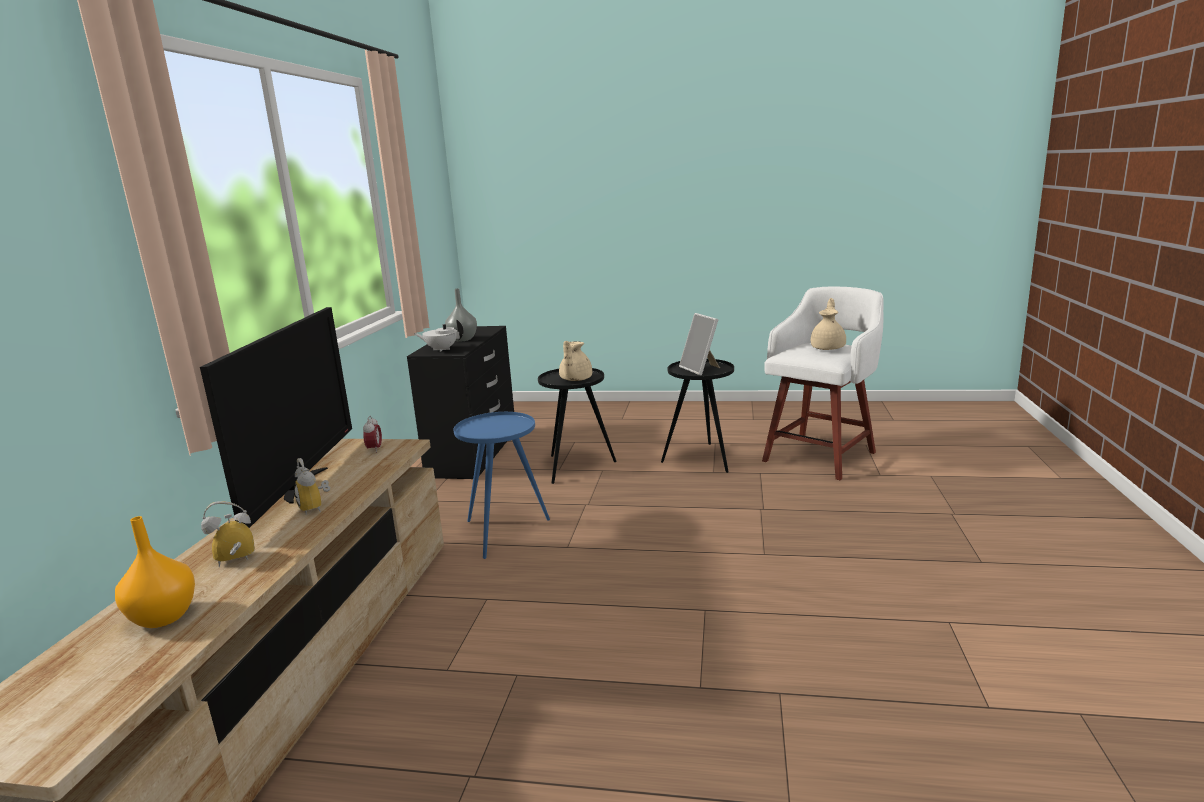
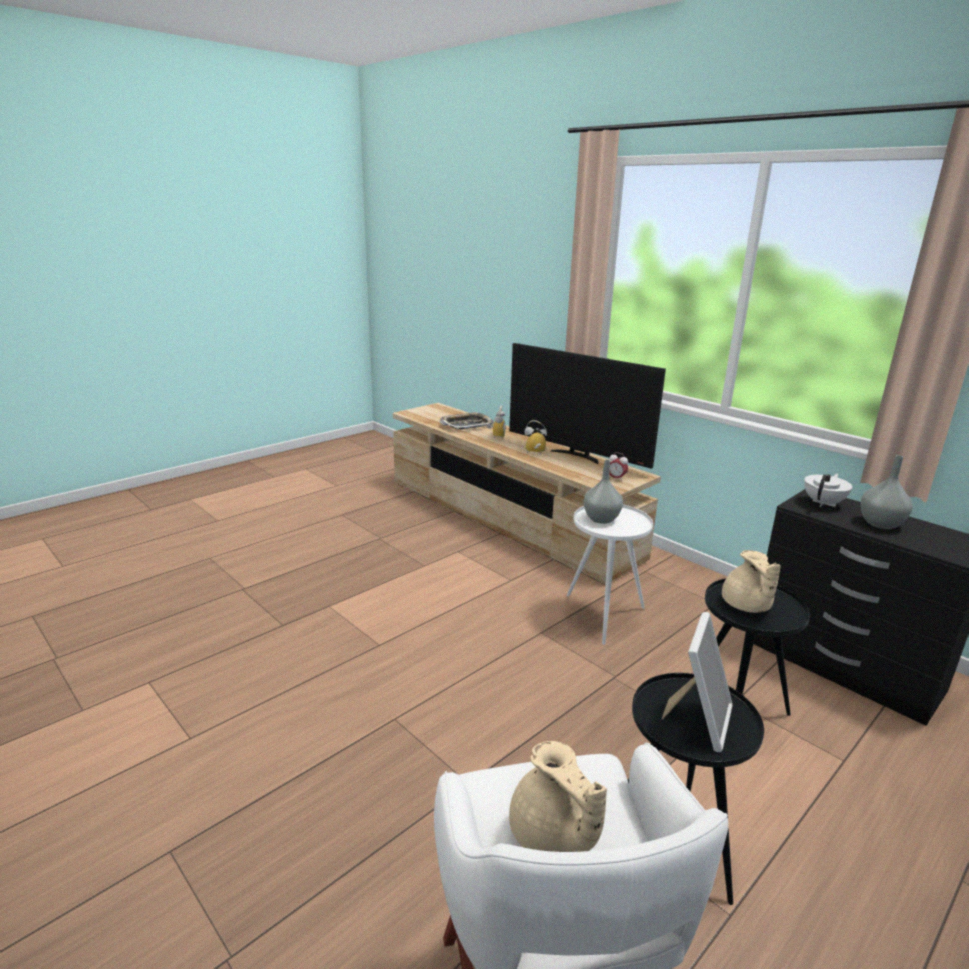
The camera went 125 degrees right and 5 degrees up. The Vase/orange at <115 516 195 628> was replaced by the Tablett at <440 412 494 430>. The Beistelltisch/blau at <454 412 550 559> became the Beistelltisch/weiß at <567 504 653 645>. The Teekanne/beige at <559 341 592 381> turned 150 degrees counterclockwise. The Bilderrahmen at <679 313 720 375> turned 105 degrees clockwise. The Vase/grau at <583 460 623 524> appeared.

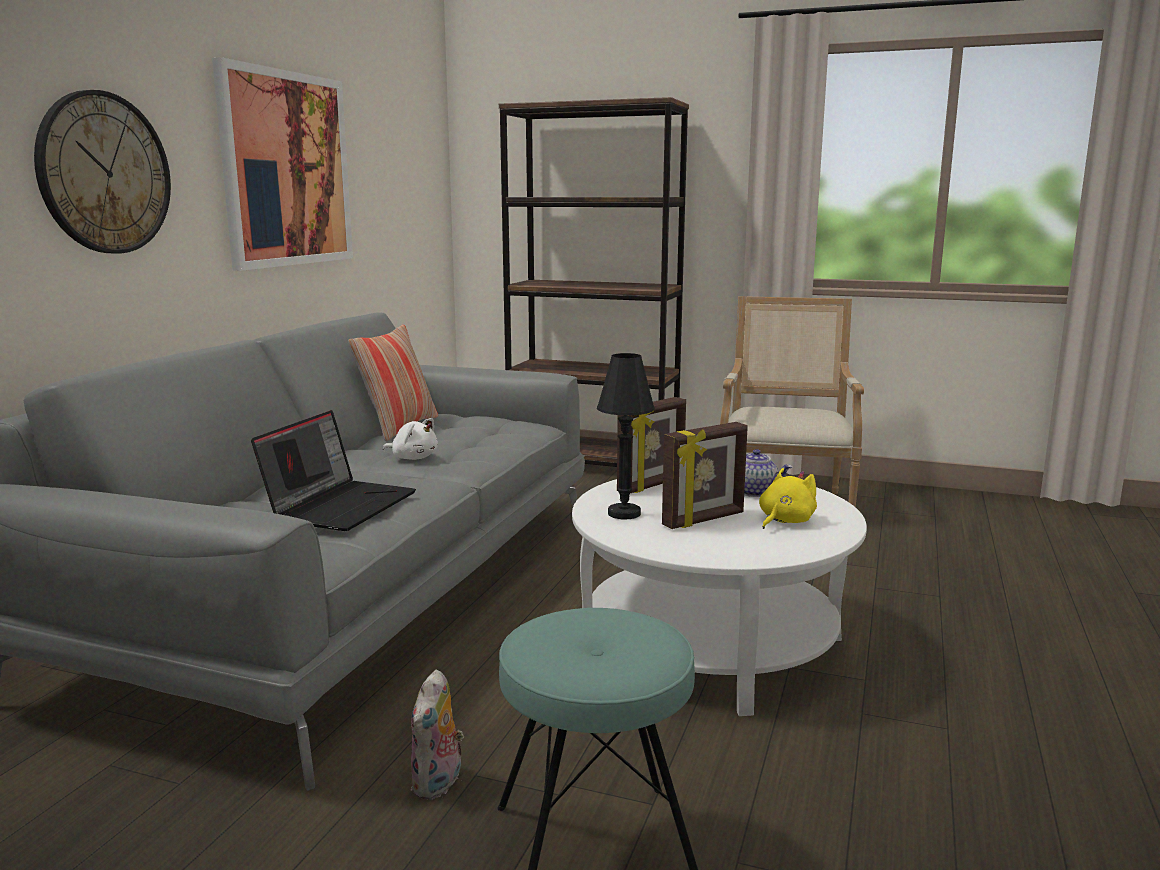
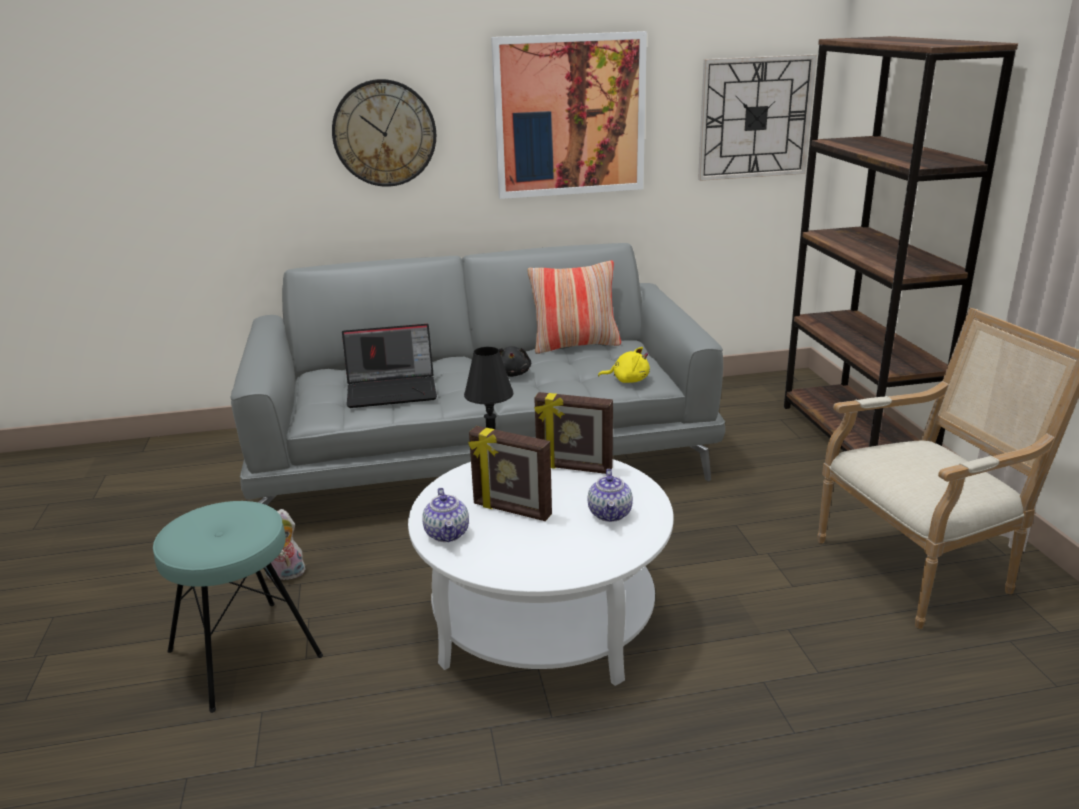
The camera went 60 degrees right and 10 degrees up. The Plüschtier/weiß at <383 418 438 460> became the Plüschtier/schwarz at <499 346 531 377>. The Plüschtier/gelb moved from <759 468 817 529> to <598 347 650 383>. The Teekanne at <422 488 469 542> appeared. The Wanduhr at <698 54 817 181> appeared.

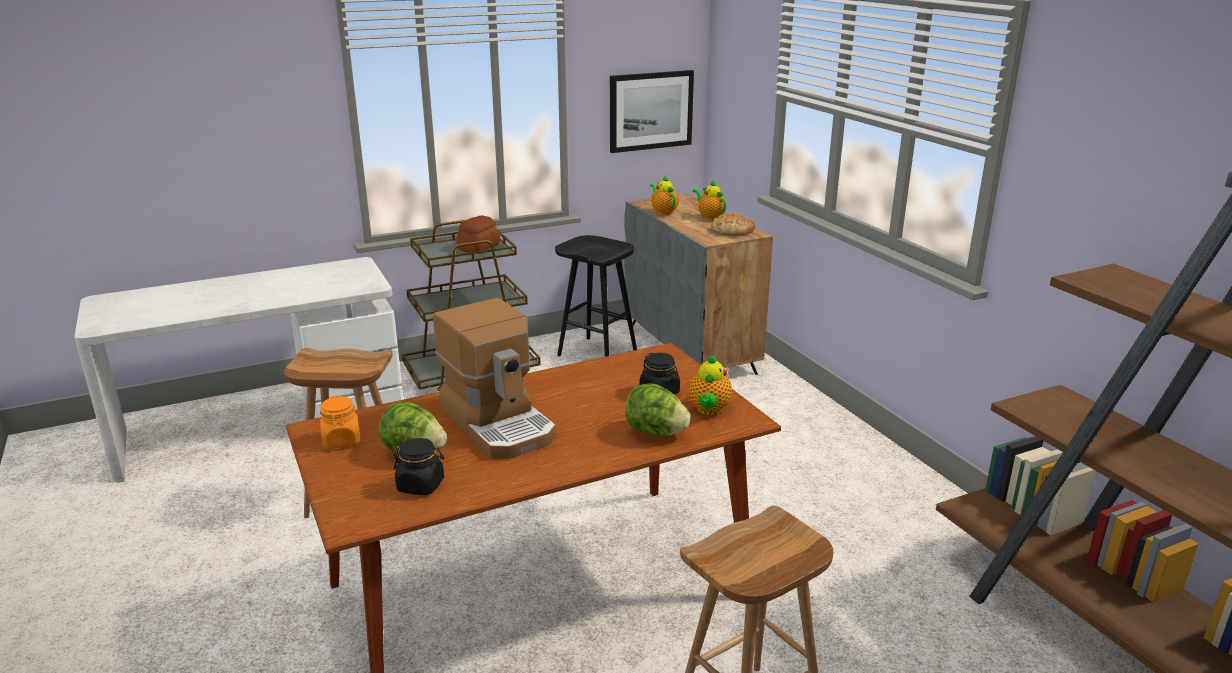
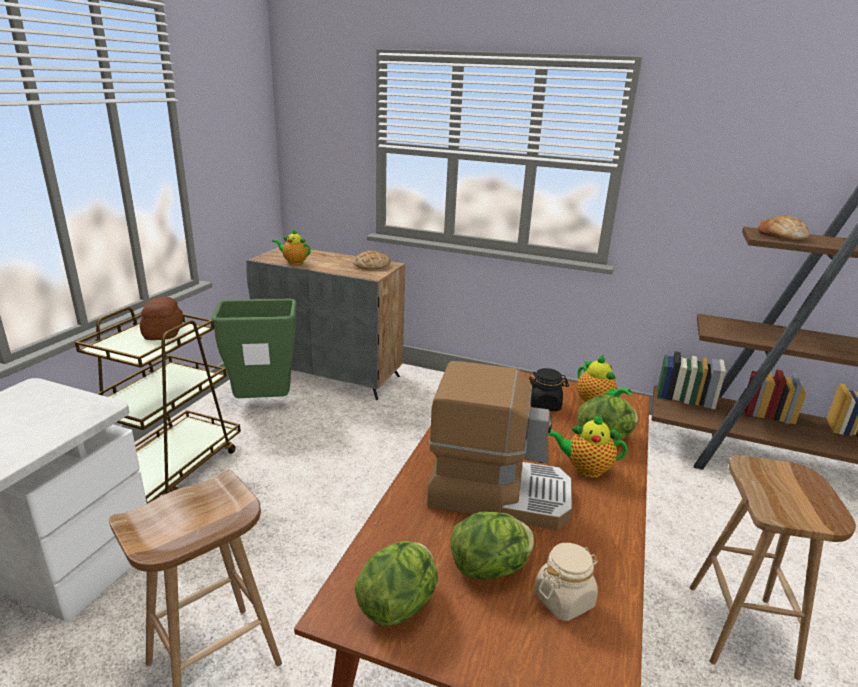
The camera went 45 degrees left and 0 degrees up. The Vorratsglas/orange at <320 395 360 449> was replaced by the Salatkopf at <354 541 438 626>. The Vorratsglas/schwarz at <394 438 444 495> became the Vorratsglas/beige at <535 543 598 621>. The Hocker/schwarz at <555 235 637 357> was replaced by the Mülleimer/grün at <211 299 297 398>. The Bild at <610 70 694 153> disappeared. The Teekanne moved from <693 180 726 220> to <548 413 627 478>. The Brot at <758 215 810 240> appeared.

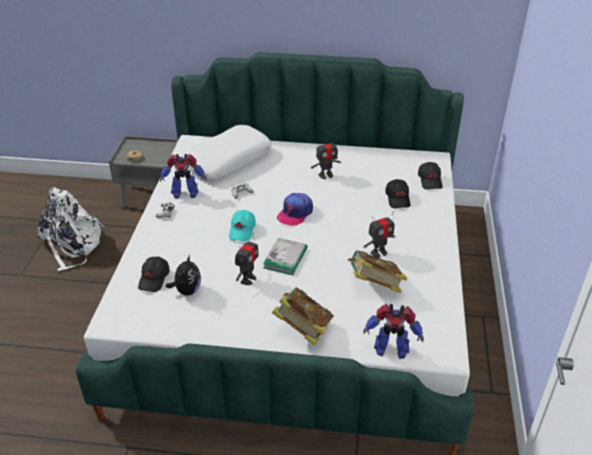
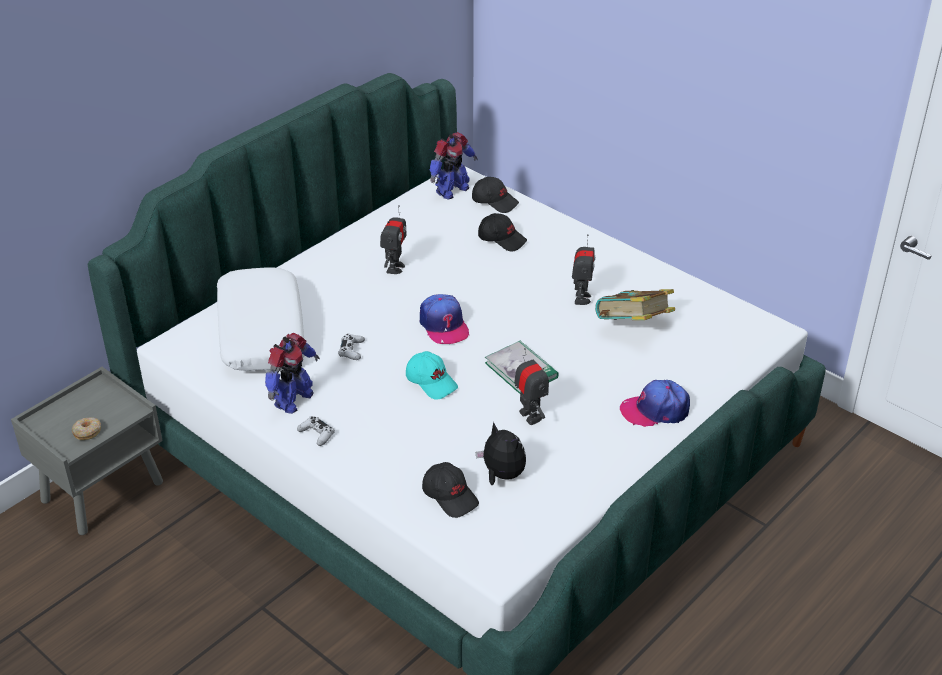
The camera went 55 degrees left and 0 degrees up. The Rucksack/weiß at <38 187 104 271> disappeared. The Buch at <272 287 334 345> was replaced by the Kappe at <620 380 690 427>. The Spielzeugroboter moved from <363 304 424 359> to <430 132 478 200>.

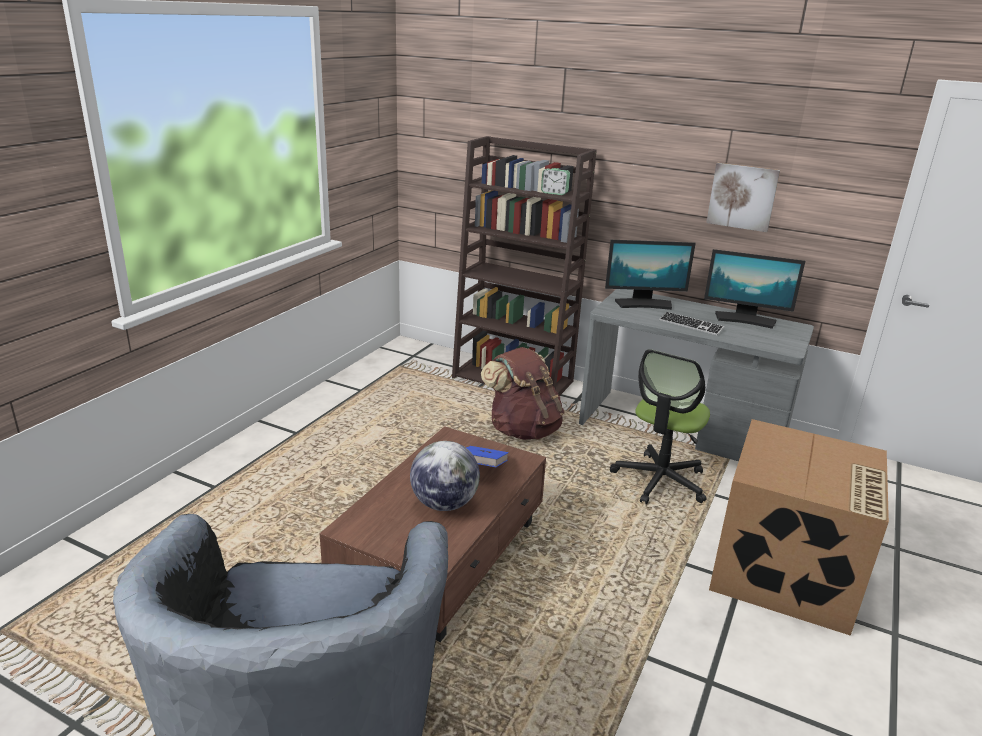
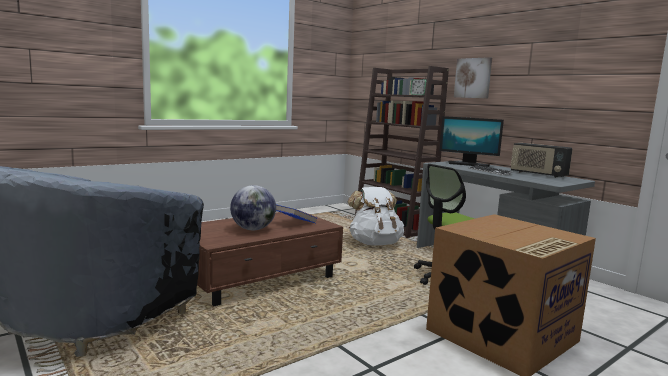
The camera went 25 degrees right and 15 degrees down. The Rucksack/braun at <481 347 564 440> became the Rucksack/weiß at <347 187 404 245>. The Monitor at <704 249 805 329> was replaced by the Radio at <510 143 572 178>. The Bild moved from <706 163 780 232> to <454 57 492 98>.

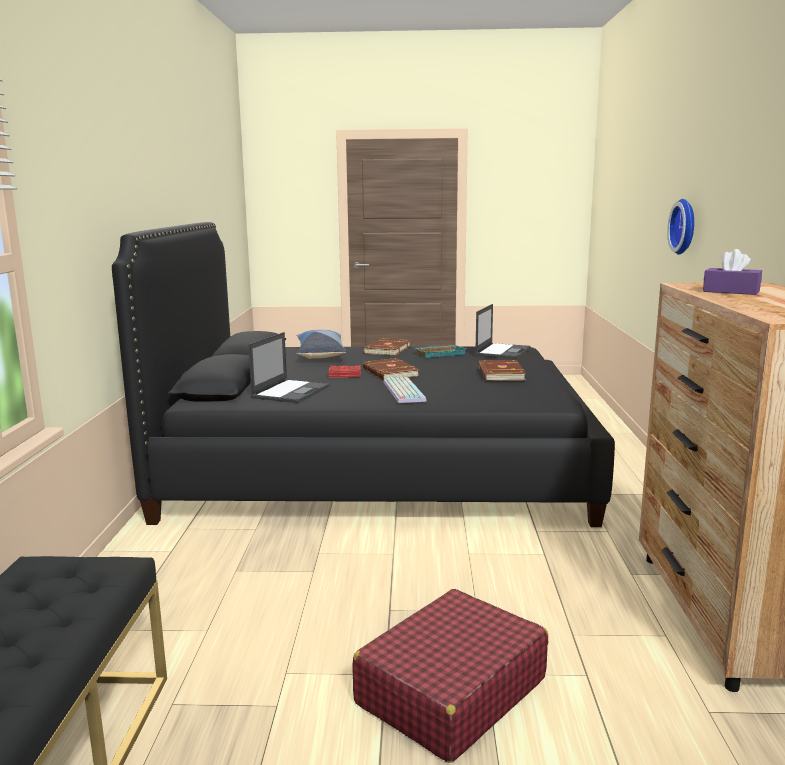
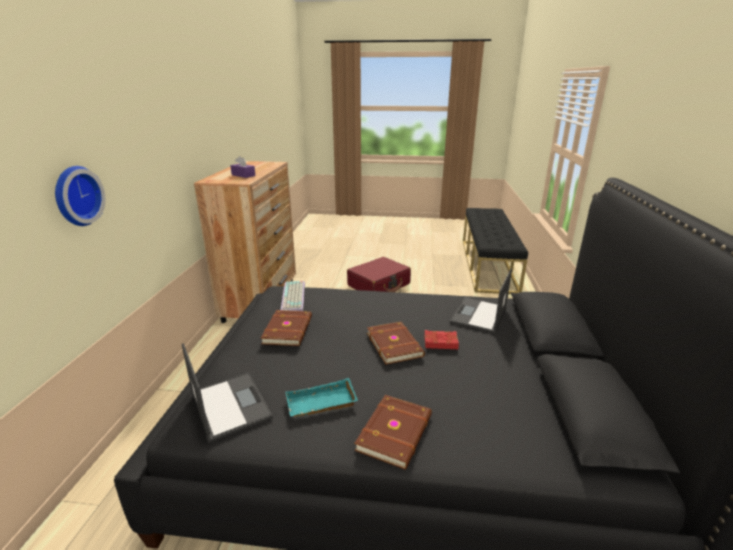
The camera went 175 degrees left and 10 degrees up. The Kissen at <296 330 346 359> disappeared. The Tastatur moved from <383 377 427 403> to <281 281 305 311>. The Laptop at <475 304 531 359> turned 120 degrees clockwise.

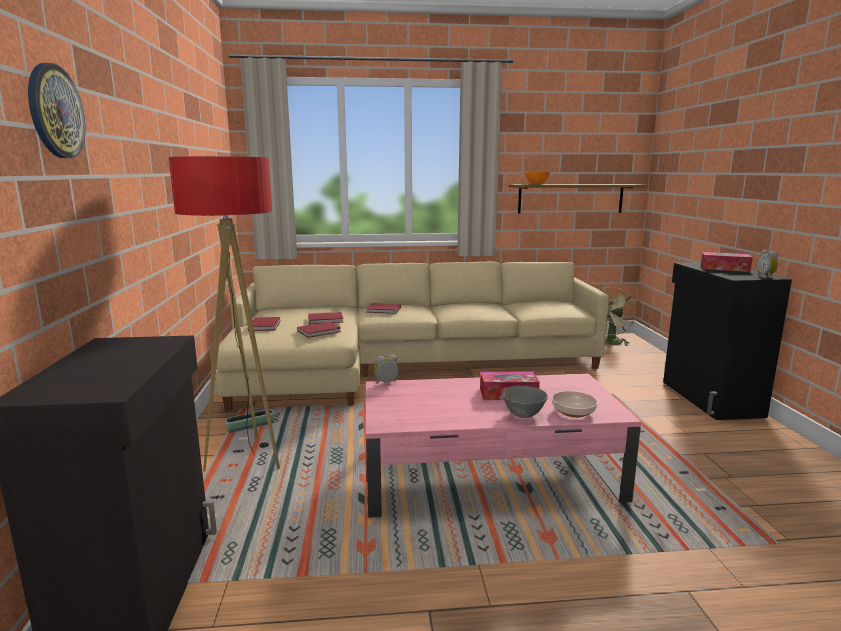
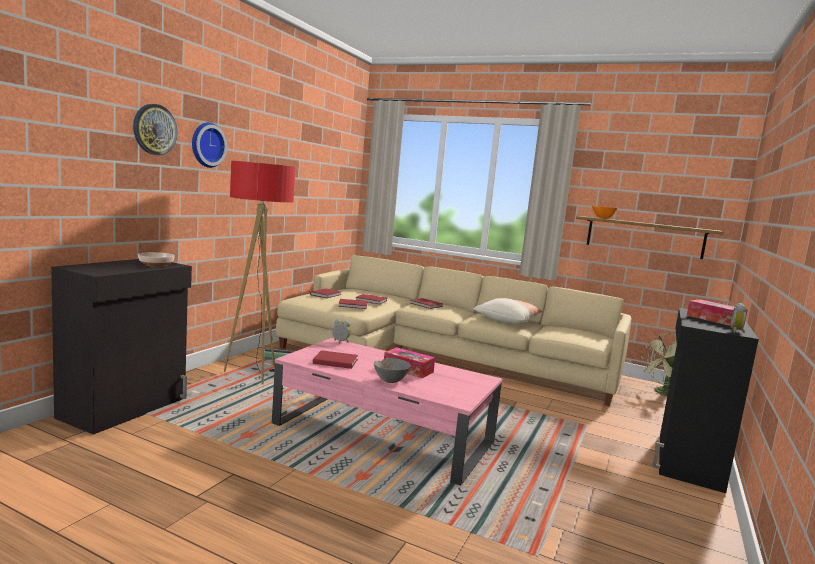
The camera went 30 degrees right and 5 degrees down. The Schüssel moved from <552 391 598 418> to <138 252 175 267>. The Wanduhr at <192 122 227 168> appeared. The Buch/rot at <313 350 358 369> appeared. The Kissen at <473 298 544 324> appeared.

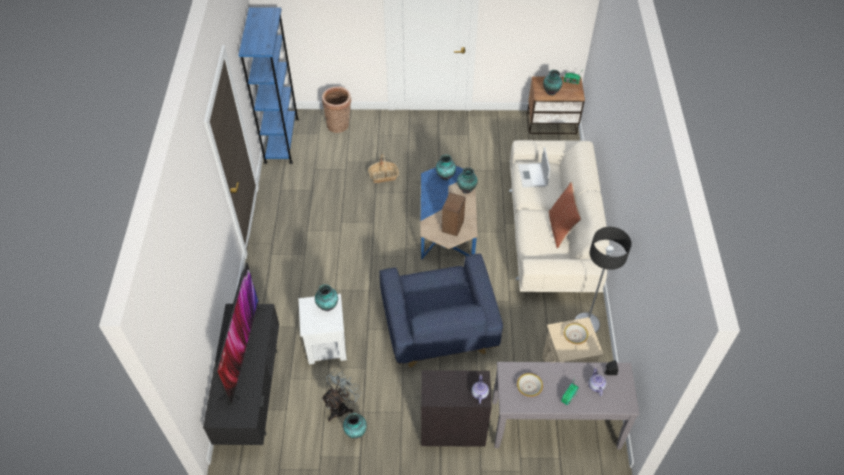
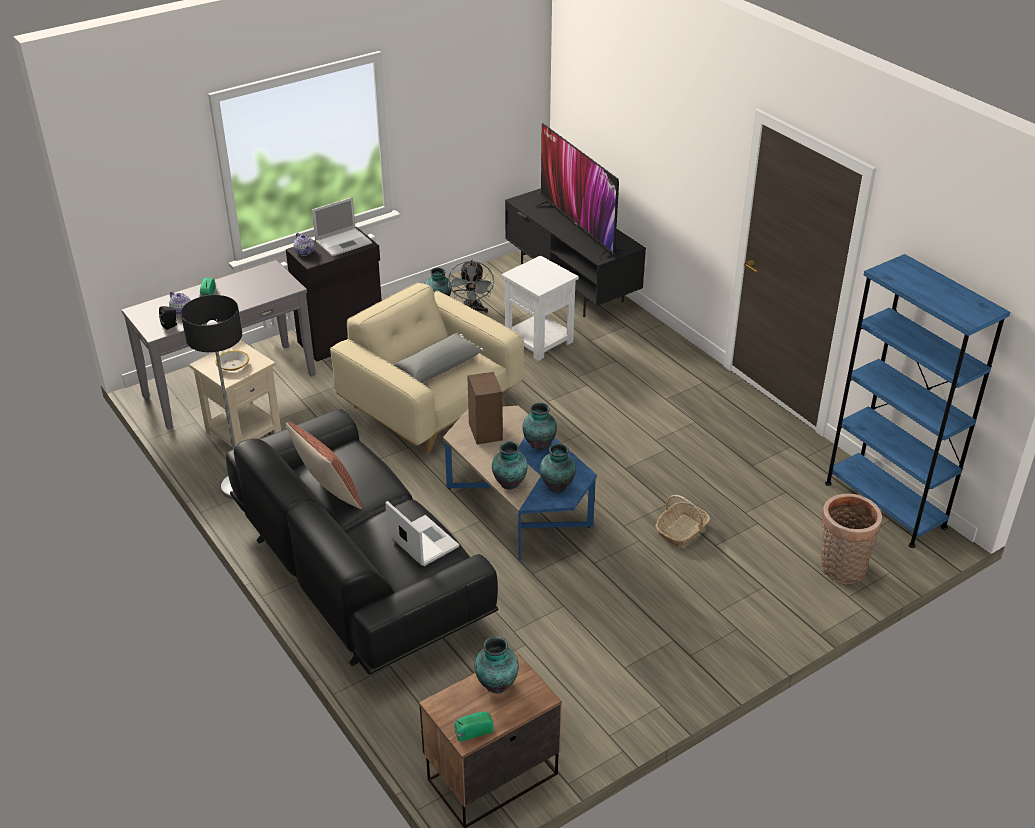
The camera went 145 degrees right and 15 degrees down. The Vase moved from <315 284 338 311> to <522 403 557 450>. The Sessel/blau at <380 253 503 367> became the Sessel/beige at <330 283 524 454>. The Sofa/beige at <509 140 610 292> became the Sofa/schwarz at <226 409 498 675>. The Schüssel at <517 373 543 397> disappeared. The Laptop at <312 197 372 256> appeared. The Kissen/grau at <393 333 483 383> appeared.

